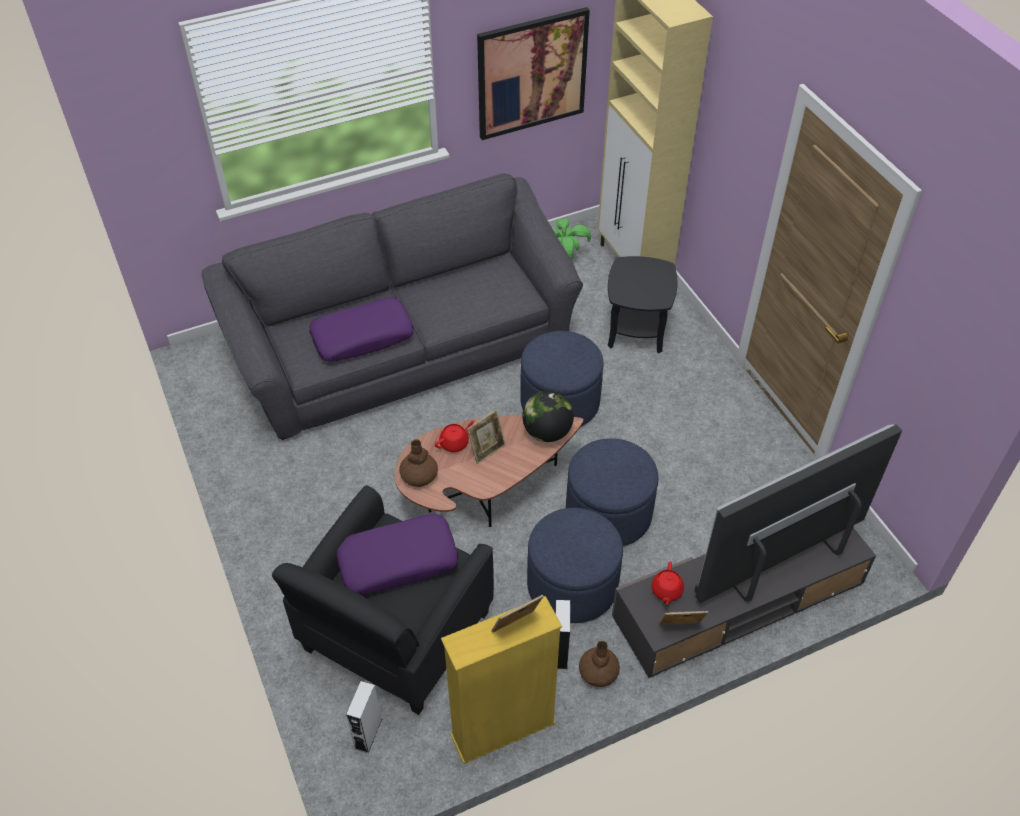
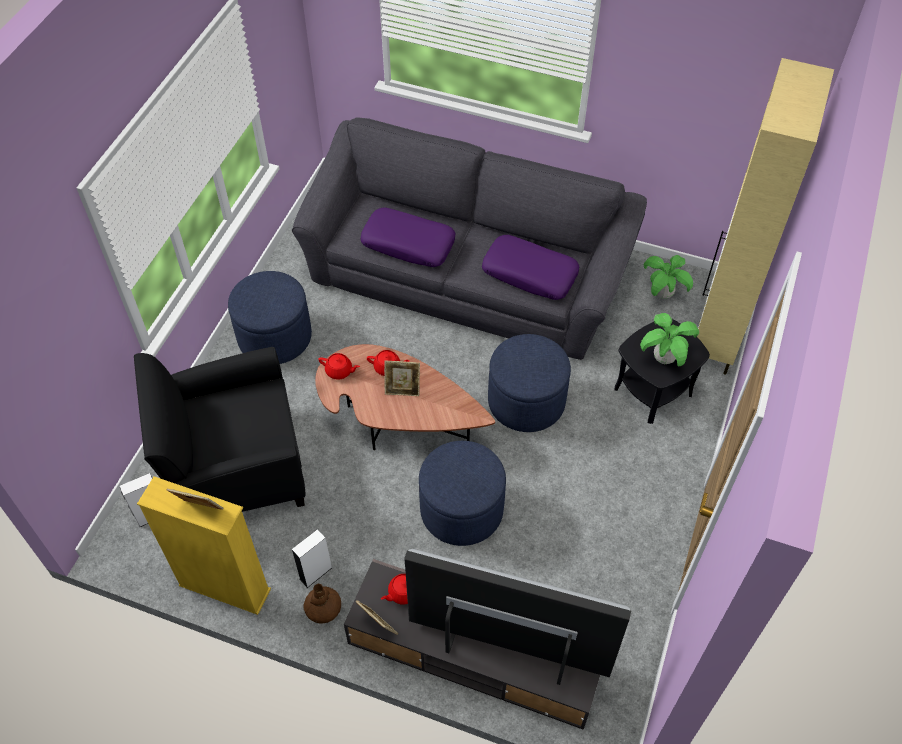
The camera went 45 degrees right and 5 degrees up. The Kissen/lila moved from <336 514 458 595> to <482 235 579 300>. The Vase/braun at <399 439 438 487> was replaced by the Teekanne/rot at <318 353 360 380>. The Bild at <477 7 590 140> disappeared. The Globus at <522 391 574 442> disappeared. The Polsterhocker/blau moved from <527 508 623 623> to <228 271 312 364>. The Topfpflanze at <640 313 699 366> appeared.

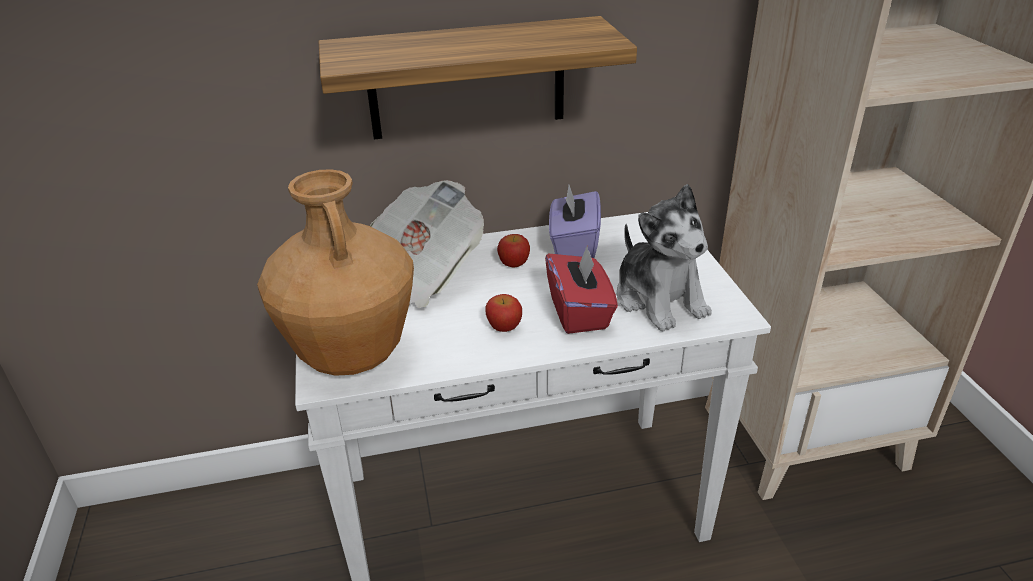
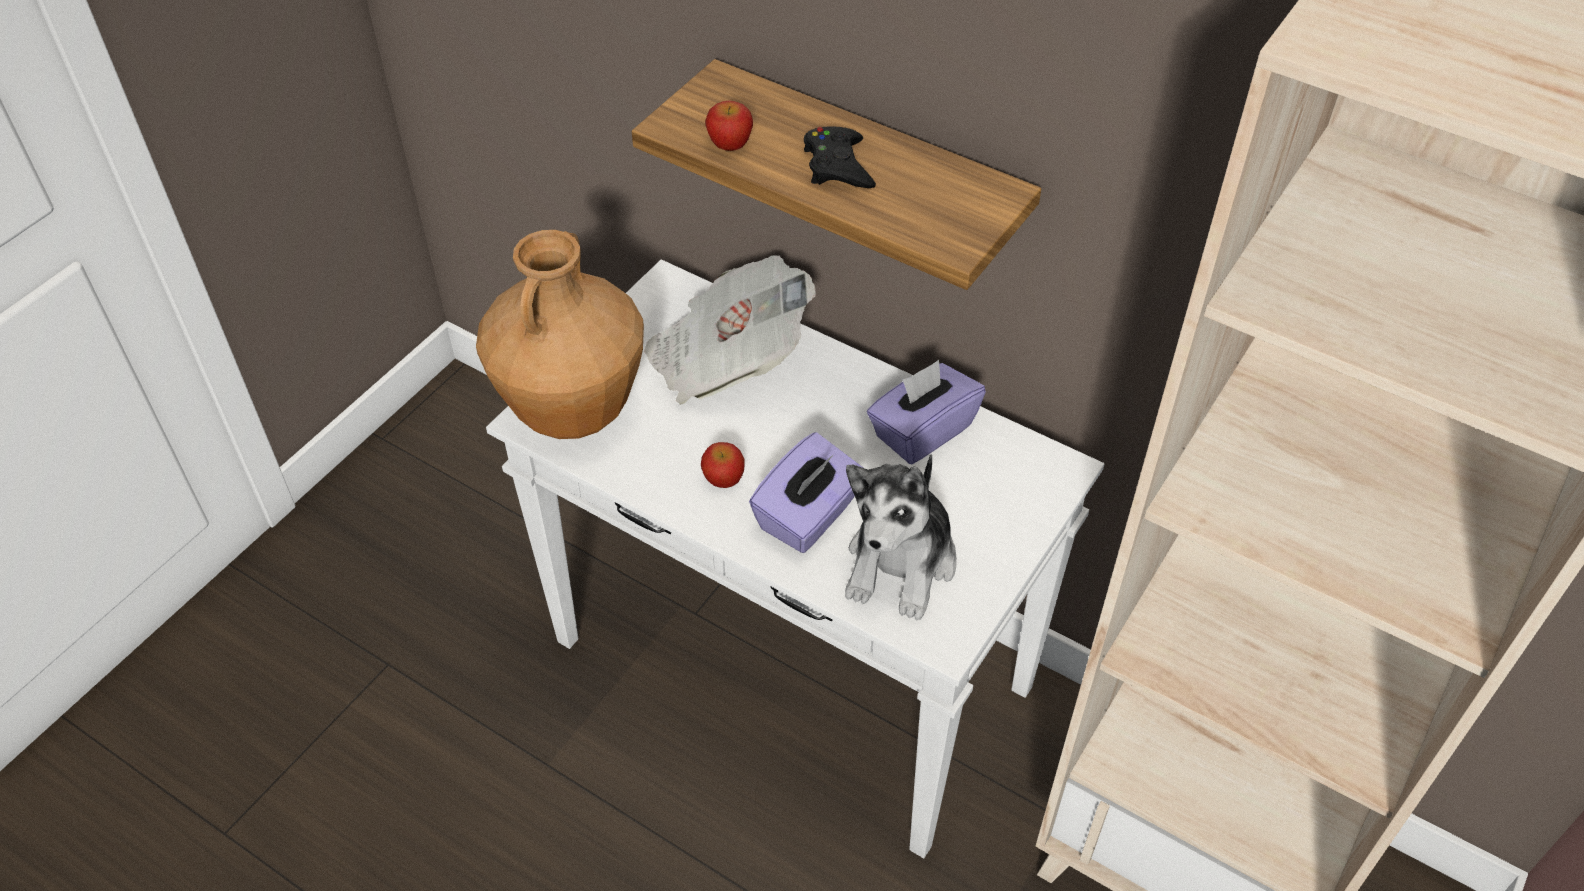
The camera went 45 degrees right and 15 degrees up. The Apfel moved from <497 234 530 267> to <705 101 753 151>. The Taschentuchbox/rot at <545 245 618 334> became the Taschentuchbox/lila at <749 432 863 553>. The Gamepad/schwarz at <804 126 876 188> appeared.

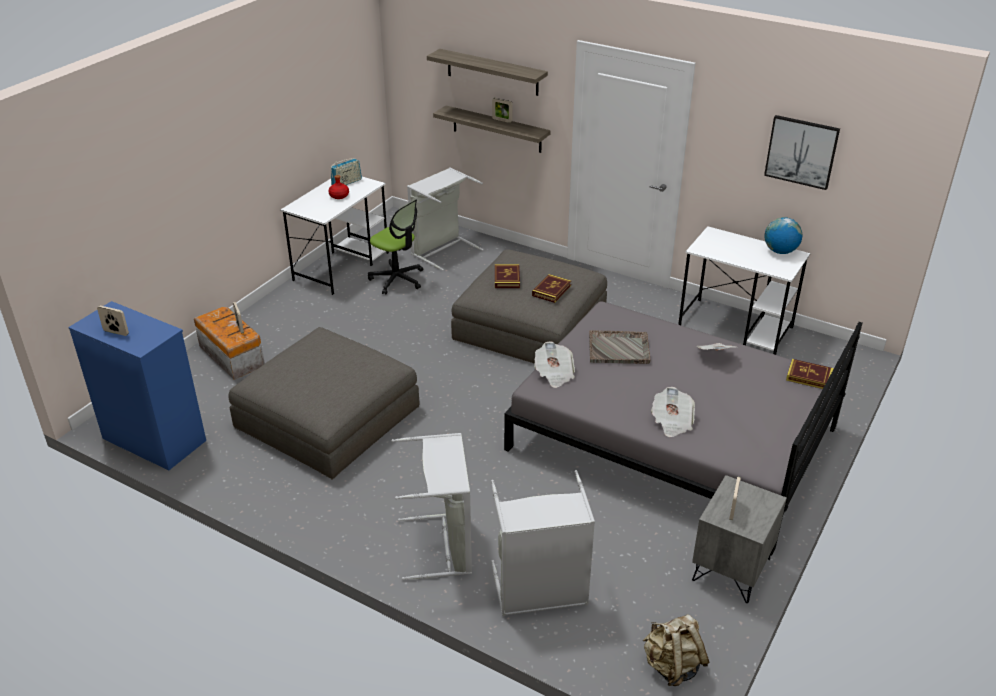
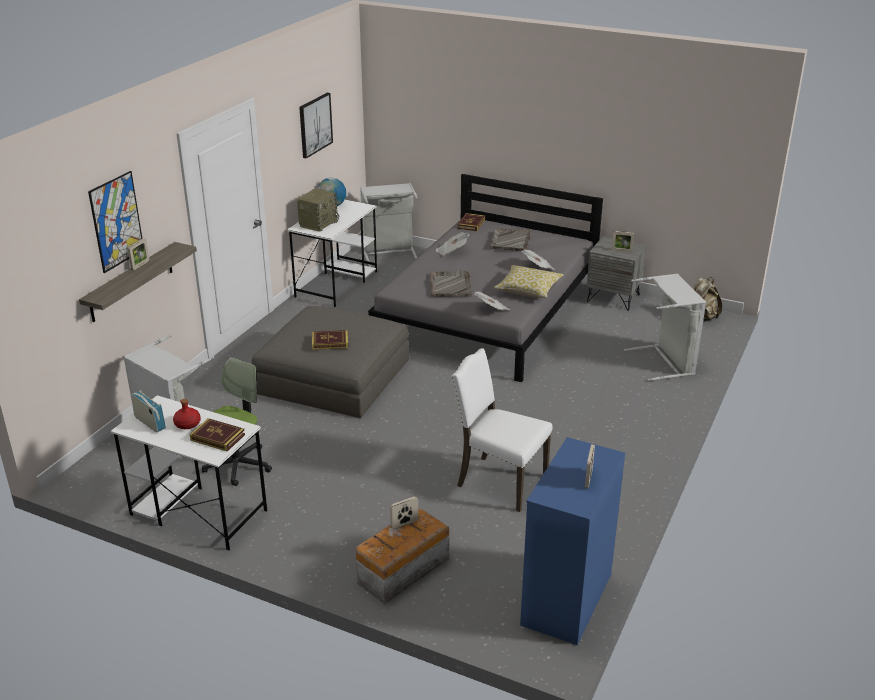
The camera went 95 degrees left and 5 degrees down. The Polsterhocker/grau at <228 327 420 480> was replaced by the Stuhl/weiß at <451 348 553 512>. The Wäschekorb/grau moved from <391 433 472 580> to <360 183 418 267>. The Wandregal at <427 49 548 96> was replaced by the Bild at <88 171 142 273>. The Buch moved from <532 274 571 303> to <190 418 245 451>. The Radio at <297 188 339 232> appeared. The Tablett/grau at <490 228 532 251> appeared. The Kissen at <494 265 564 298> appeared.

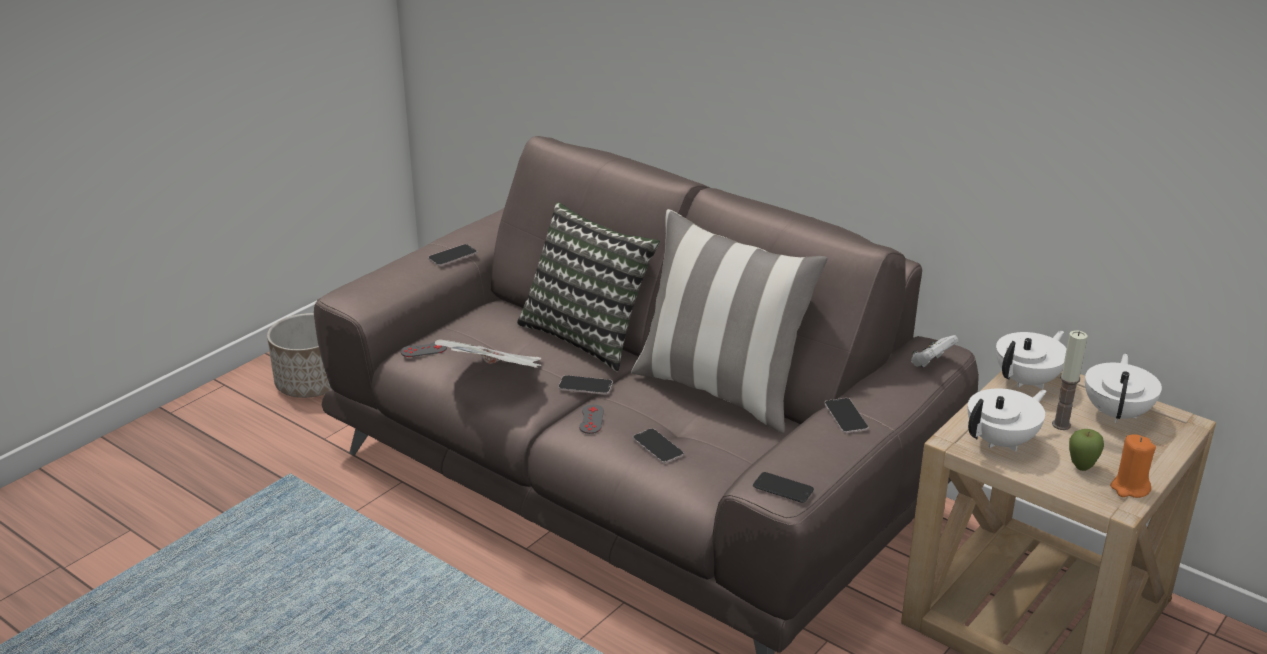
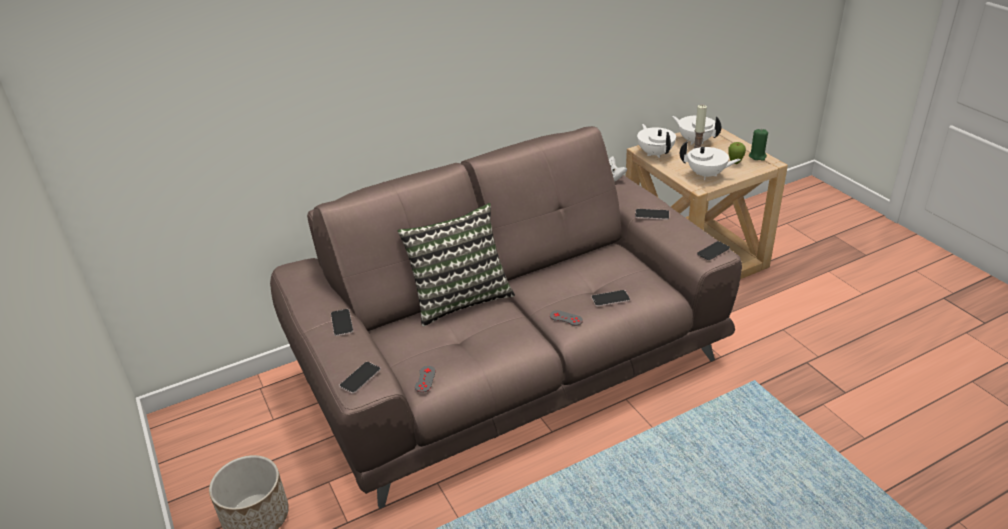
The camera went 65 degrees left and 5 degrees up. The Zeitung at <435 340 542 368> disappeared. The Handy moved from <558 375 613 395> to <339 362 381 394>. The Kissen at <631 209 827 433> disappeared. The Teekanne/weiß at <968 388 1047 452> turned 120 degrees clockwise. The Kerze/orange at <1110 434 1156 498> became the Kerze/grün at <749 129 768 161>.

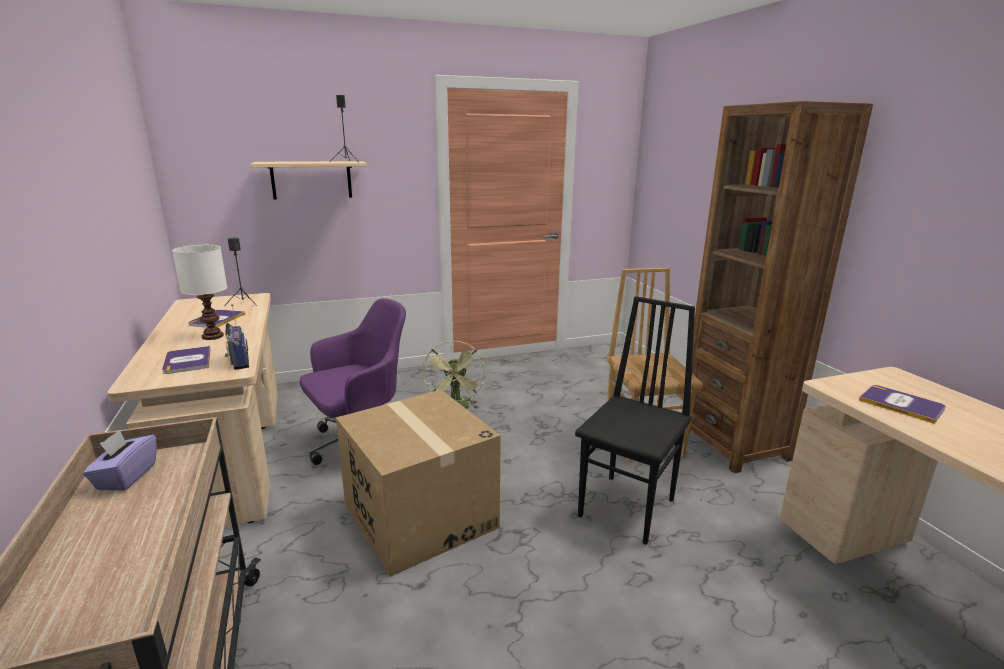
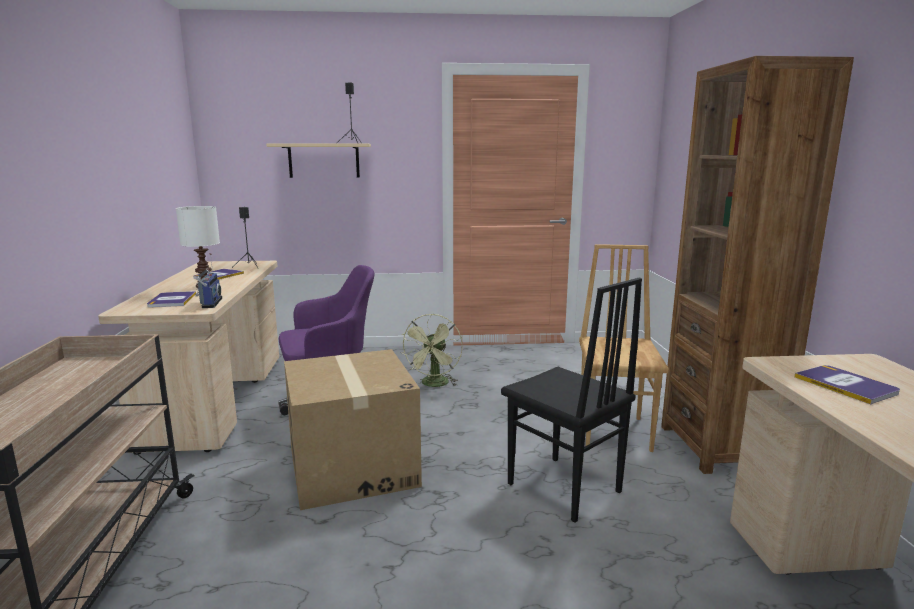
The camera went 15 degrees right and 5 degrees down. The Taschentuchbox/lila at <83 430 156 491> disappeared. The Stuhl/schwarz at <575 296 695 545> turned 90 degrees clockwise.

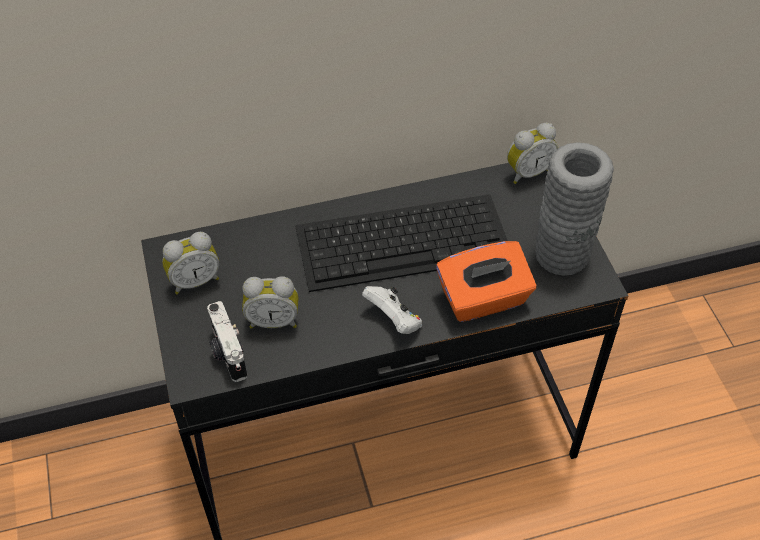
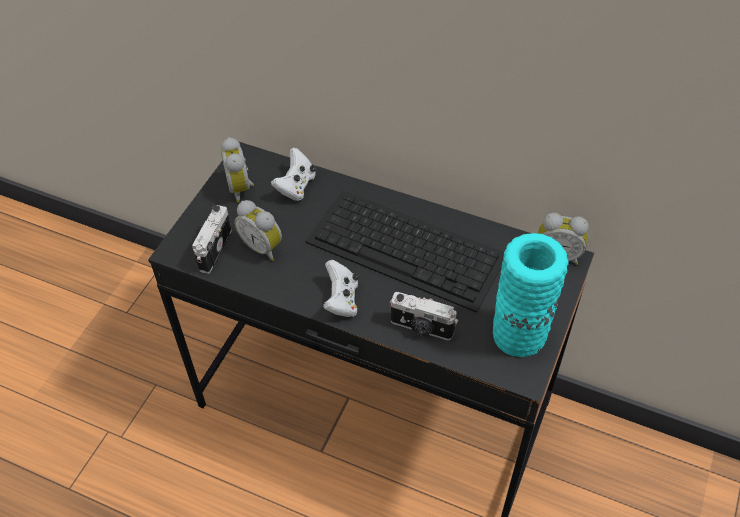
The camera went 40 degrees right and 0 degrees up. The Wecker at <162 232 220 294> turned 60 degrees clockwise. The Taschentuchbox/orange at <436 241 536 322> was replaced by the Kamera at <389 292 458 341>. The Vase/grau at <535 142 614 276> became the Vase/türkis at <493 233 569 357>. The Gamepad/weiß at <271 148 316 201> appeared.

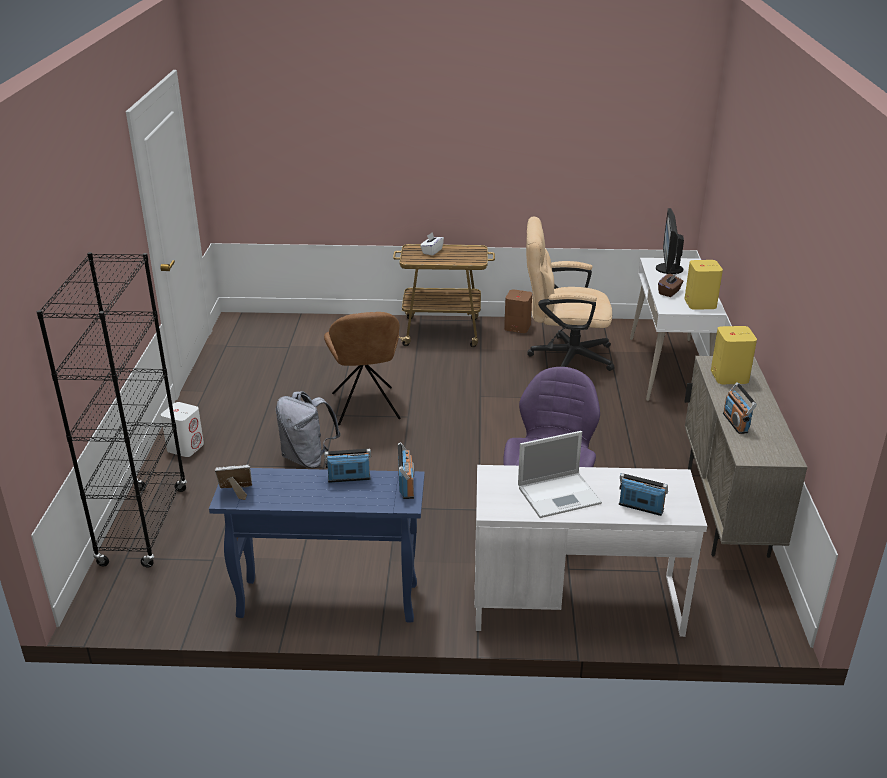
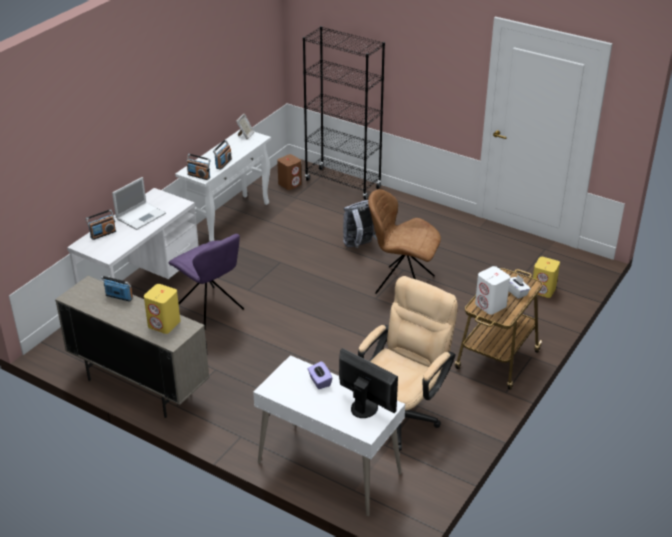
The camera went 120 degrees right and 5 degrees up. The Lautsprecher/weiß moved from <161 402 204 457> to <475 266 510 315>. The Konsolentisch/blau at <209 468 425 622> became the Konsolentisch/weiß at <175 129 271 242>. The Lautsprecher/braun moved from <504 289 533 333> to <277 154 302 190>. The Laptop at <518 431 602 518> turned 150 degrees counterclockwise. The Taschentuchbox/braun at <658 273 683 297> became the Taschentuchbox/lila at <308 361 332 389>. The Lautsprecher/gelb moved from <685 260 723 310> to <532 257 560 298>.

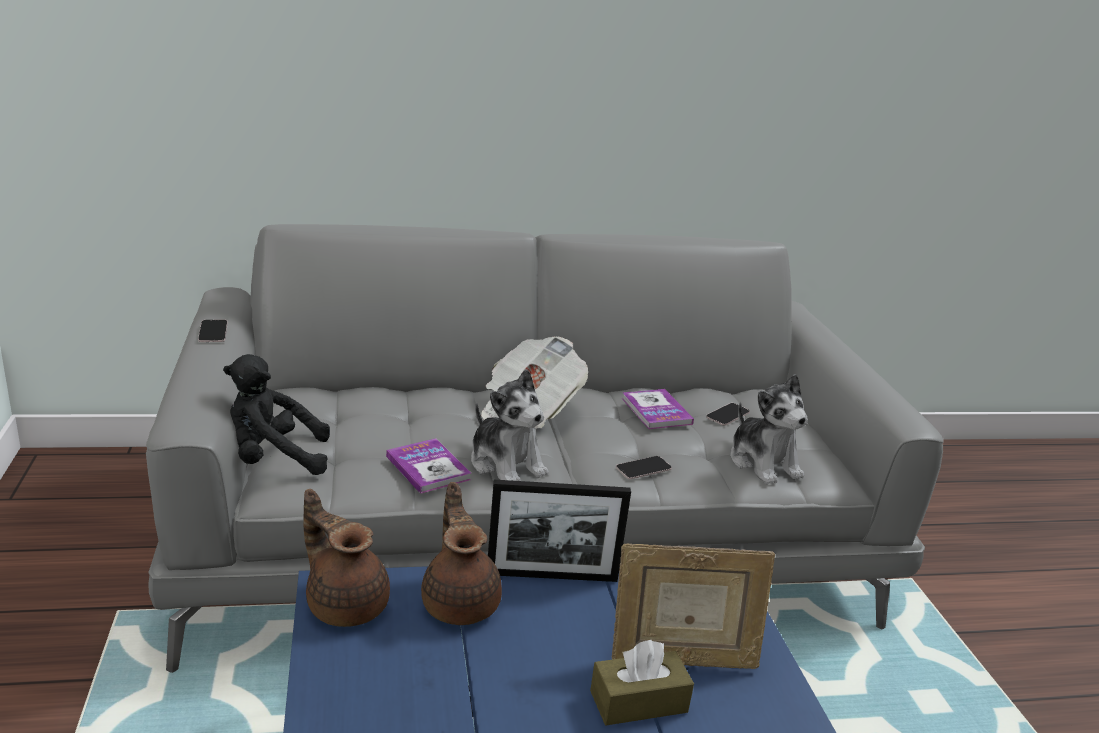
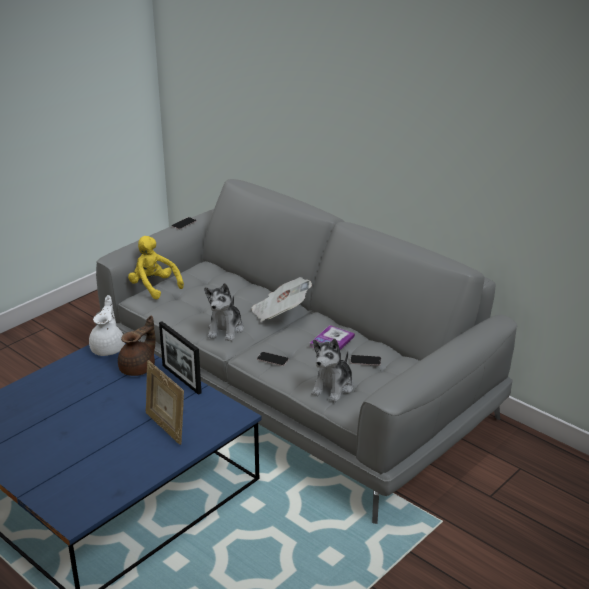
The camera went 55 degrees right and 5 degrees up. The Plüschtier/schwarz at <223 354 330 475> became the Plüschtier/gelb at <128 236 184 299>. The Teekanne/braun at <303 489 390 627> became the Teekanne/weiß at <89 295 125 356>. The Buch at <386 438 471 494> disappeared. The Taschentuchbox/braun at <590 640 694 725> disappeared.

